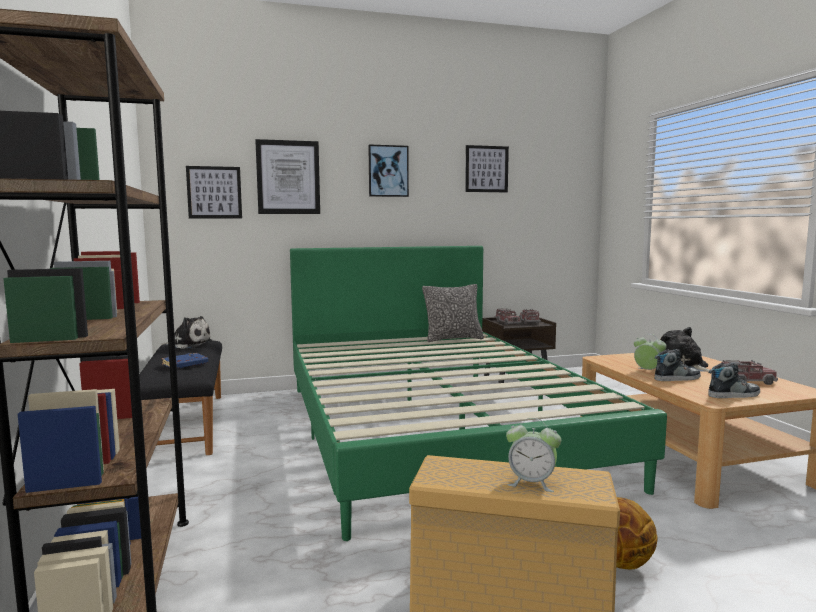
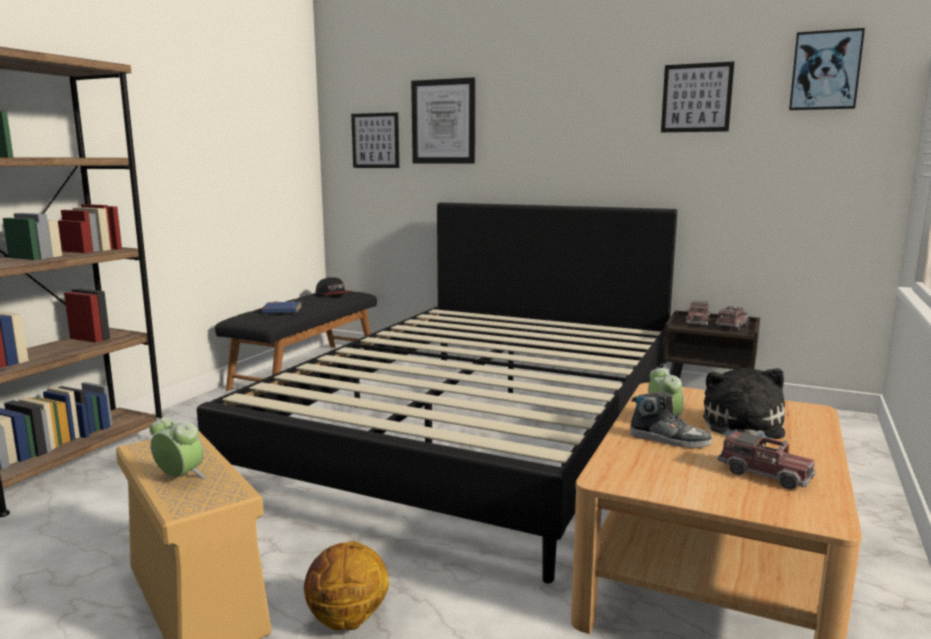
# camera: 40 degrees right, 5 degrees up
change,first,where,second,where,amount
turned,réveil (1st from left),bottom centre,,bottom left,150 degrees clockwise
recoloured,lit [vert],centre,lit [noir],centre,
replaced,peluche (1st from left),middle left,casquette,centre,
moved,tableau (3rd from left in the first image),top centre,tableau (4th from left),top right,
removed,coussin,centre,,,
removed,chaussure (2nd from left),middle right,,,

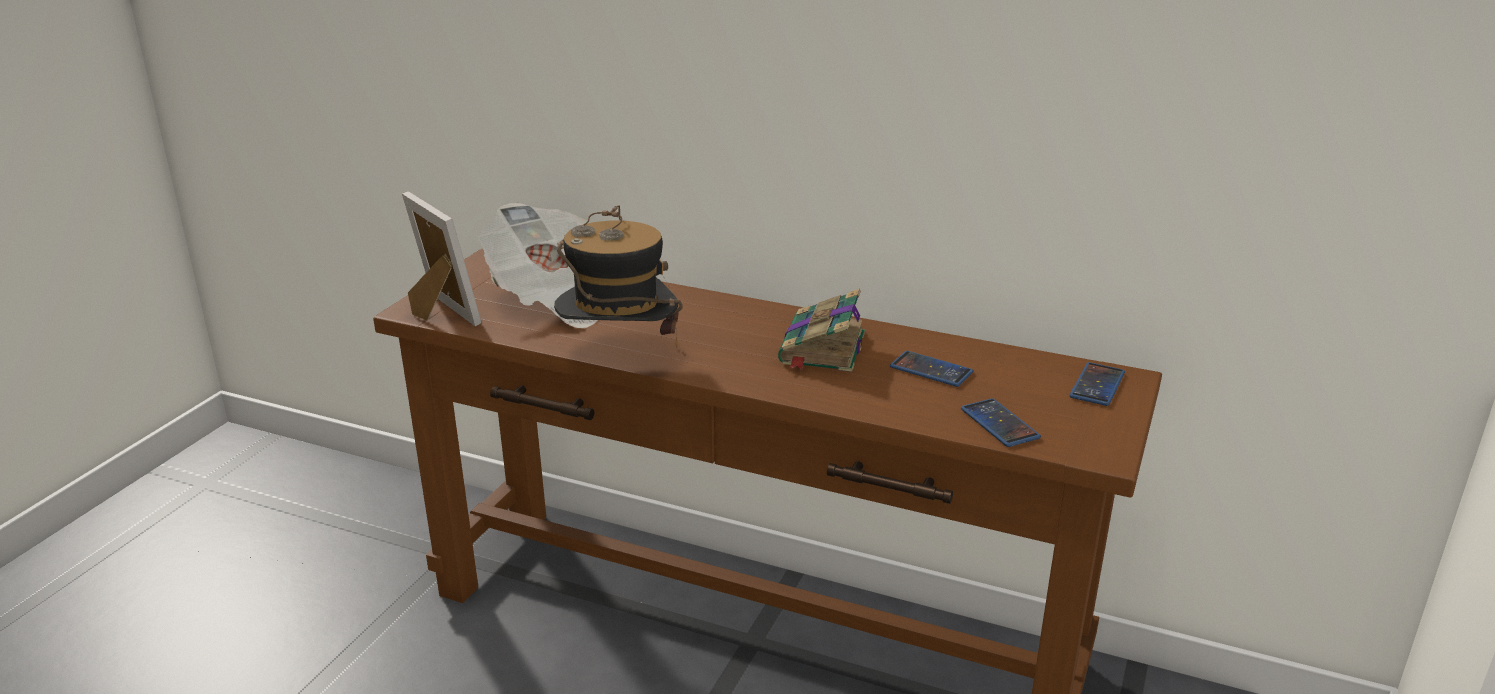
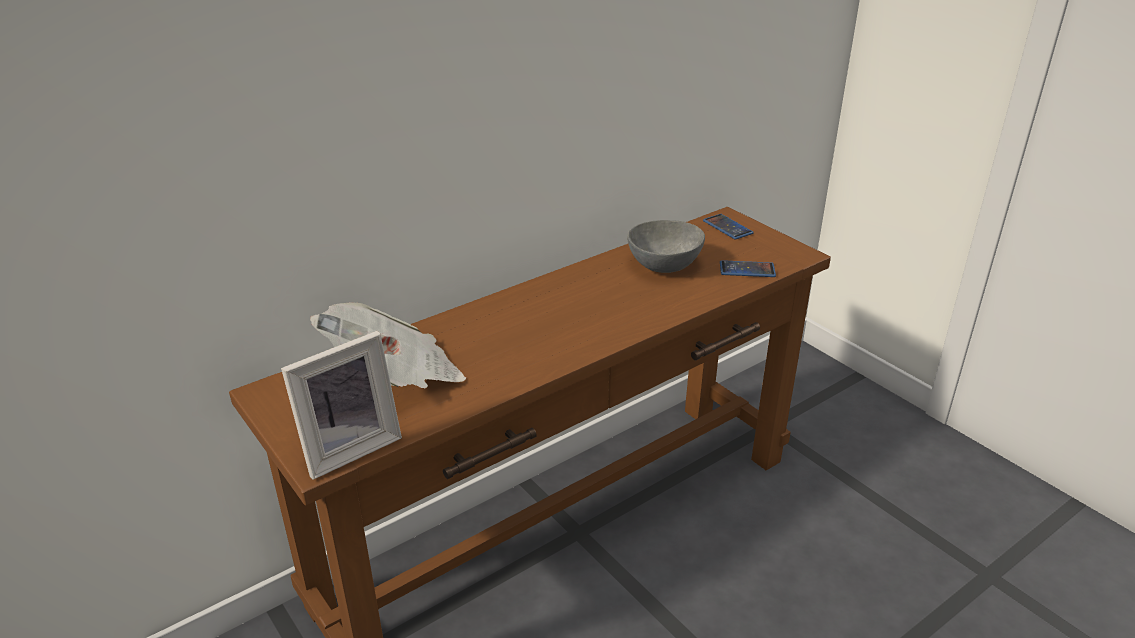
# camera: 60 degrees left, 5 degrees up
change,first,where,second,where,amount
turned,cadre photo,middle left,,middle left,150 degrees clockwise
replaced,téléphone (1st from left),centre,bol [gris],centre,
removed,chapeau,centre,,,
removed,livre,centre,,,

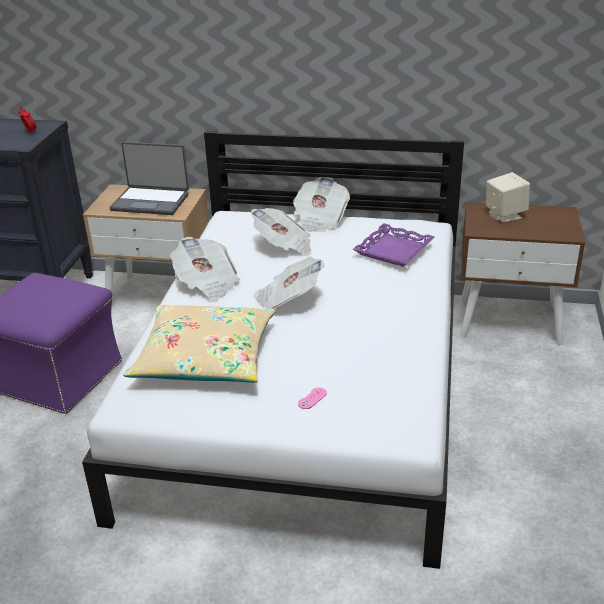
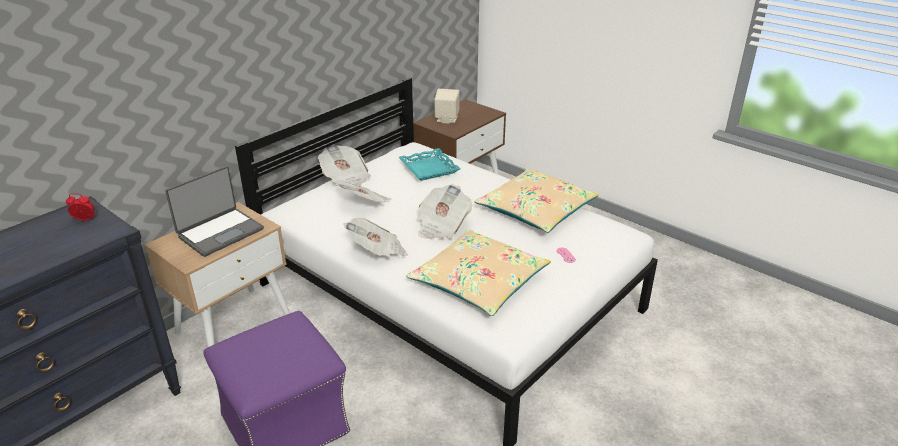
# camera: 60 degrees left, 0 degrees up
change,first,where,second,where,amount
recoloured,plateau [violet],centre,plateau [turquoise],centre,
added,,,coussin [beige] (2nd from left),centre,

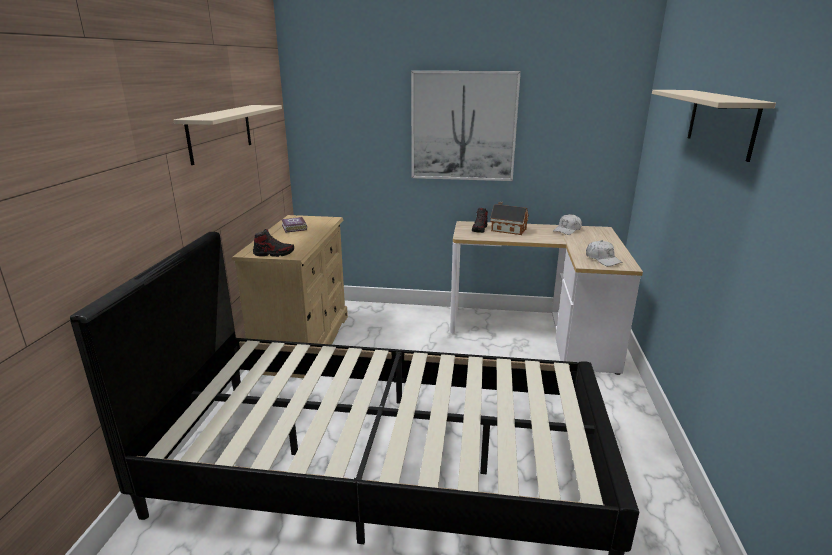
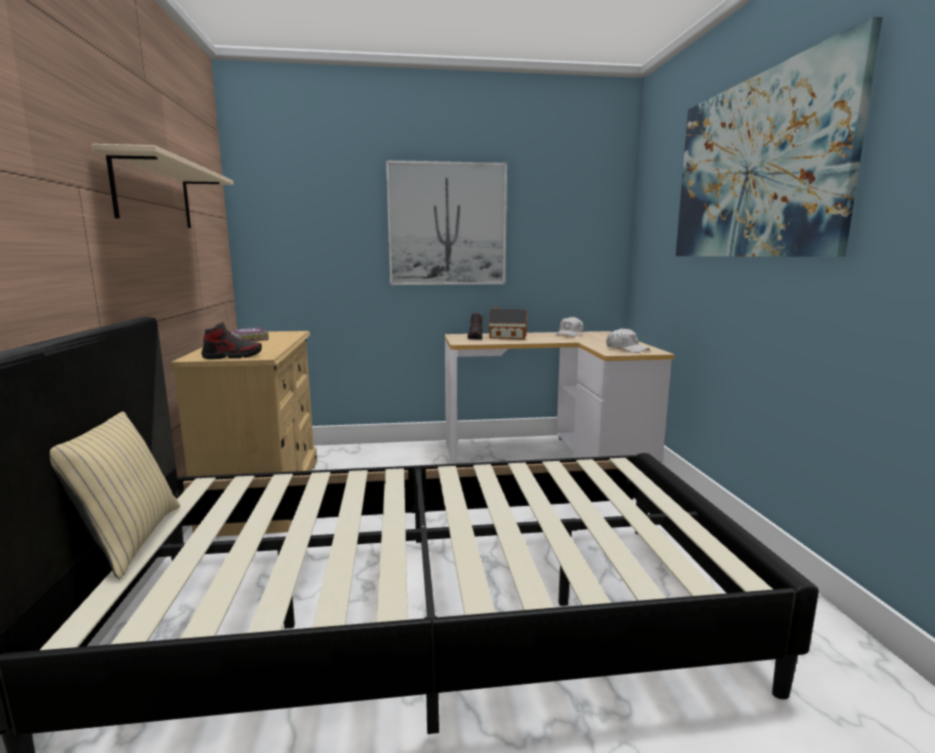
# camera: 15 degrees left, 10 degrees down
change,first,where,second,where,amount
added,,,coussin [beige],middle left,
replaced,étagère [beige] (2nd from left),top right,tableau (2nd from left),top right,

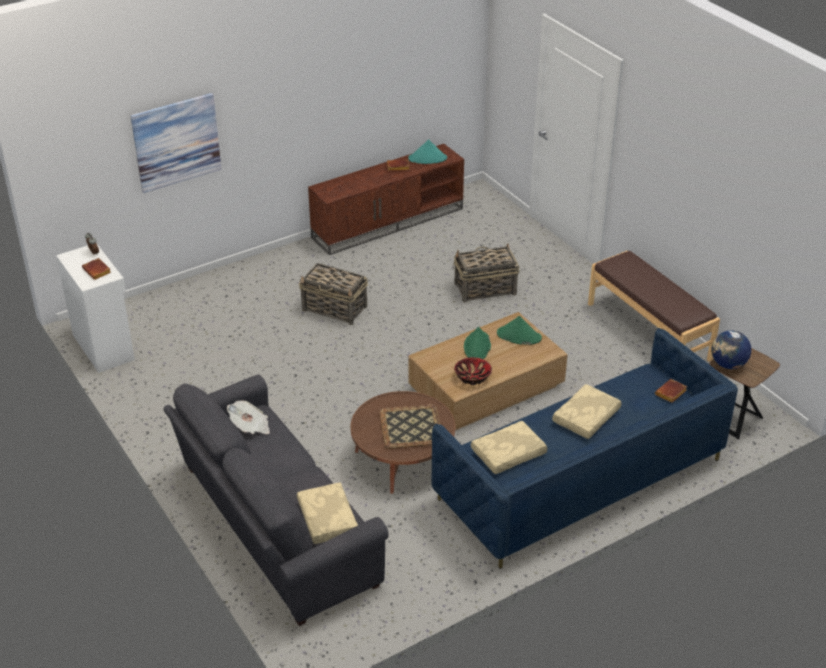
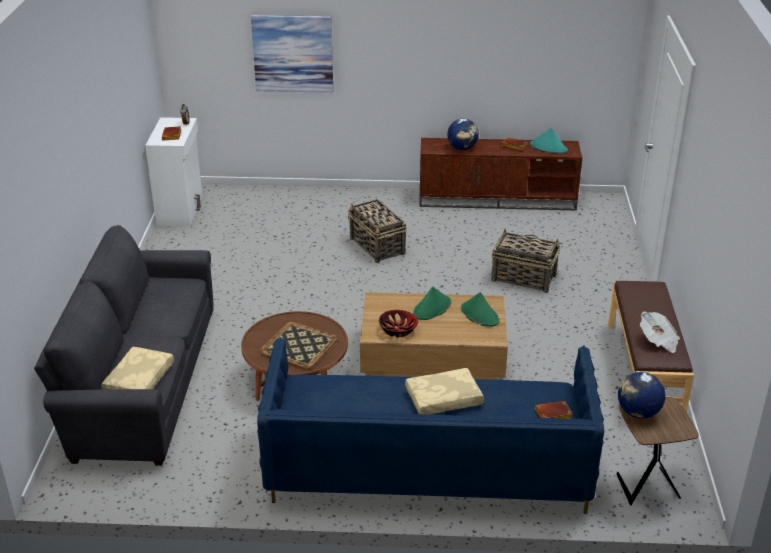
# camera: 35 degrees right, 5 degrees down
change,first,where,second,where,amount
added,,,globe (1st from left),top centre,
moved,journal,middle left,,middle right,
removed,coussin [beige] (2nd from left),bottom centre,,,

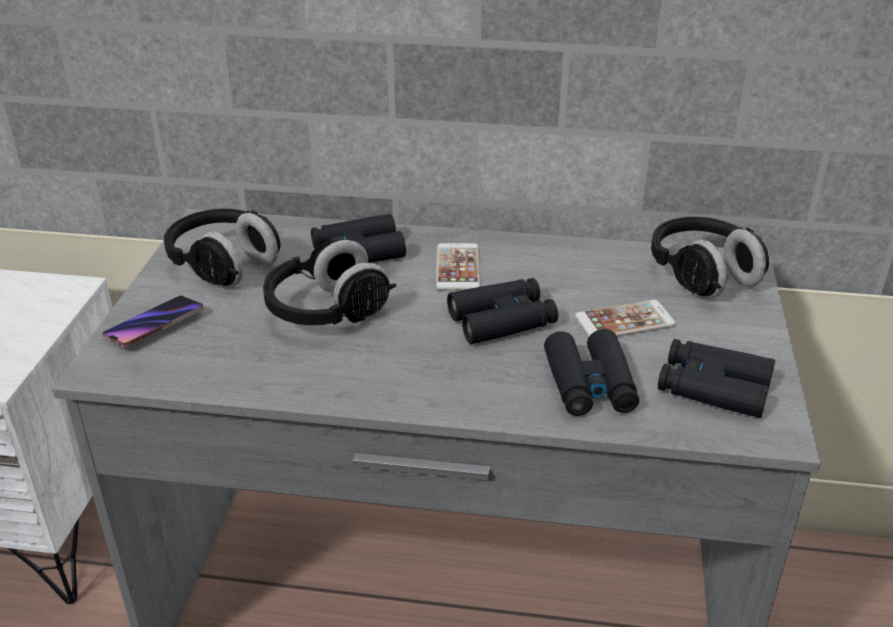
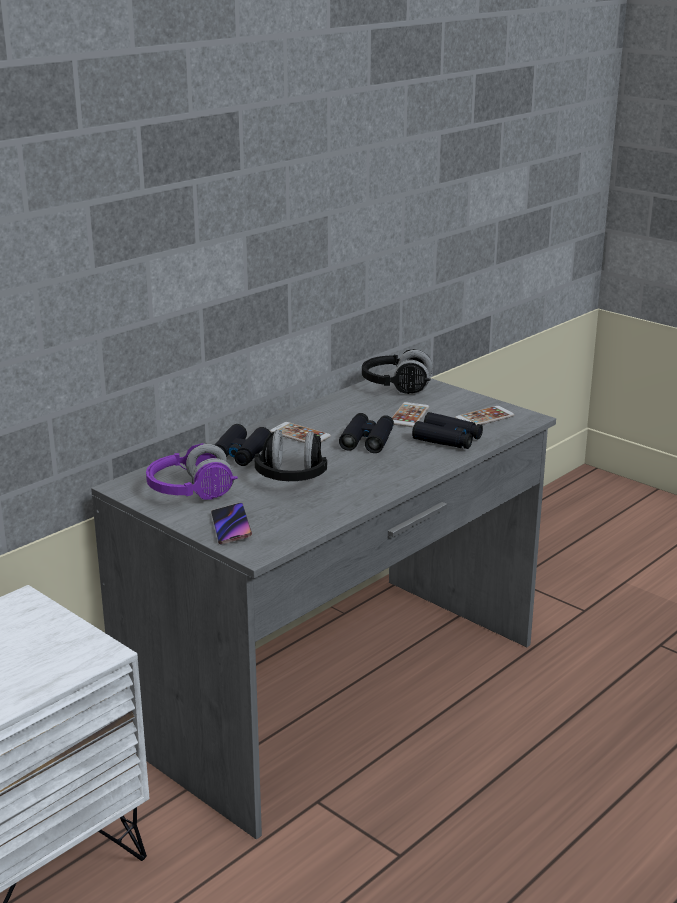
# camera: 55 degrees left, 10 degrees down
change,first,where,second,where,amount
recoloured,casque audio [noir] (1st from left),middle left,casque audio [violet],middle left,
replaced,jumelles [noir] (4th from left),middle right,téléphone (4th from left),middle right,

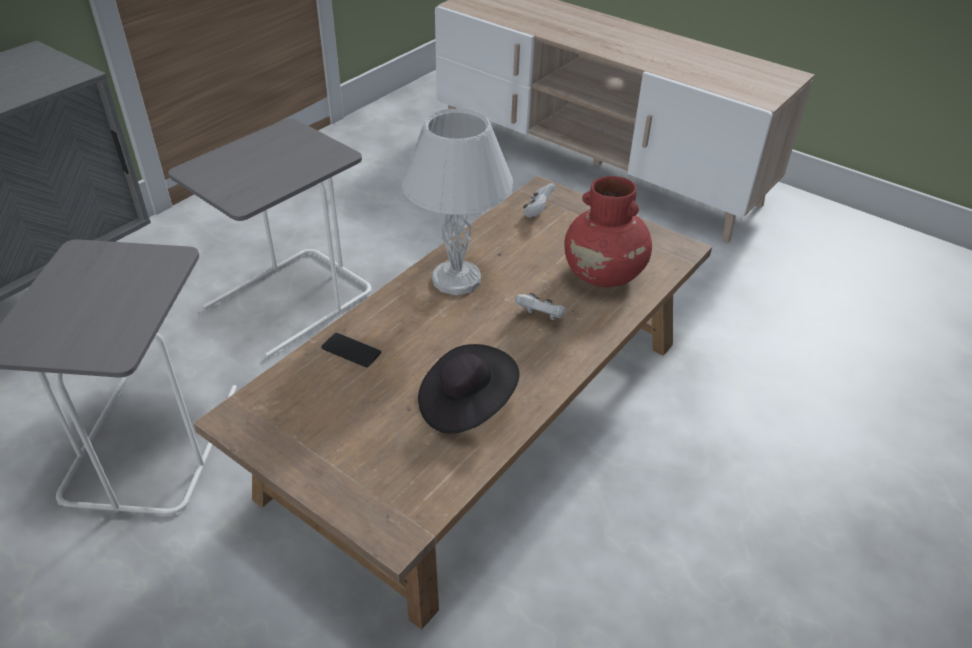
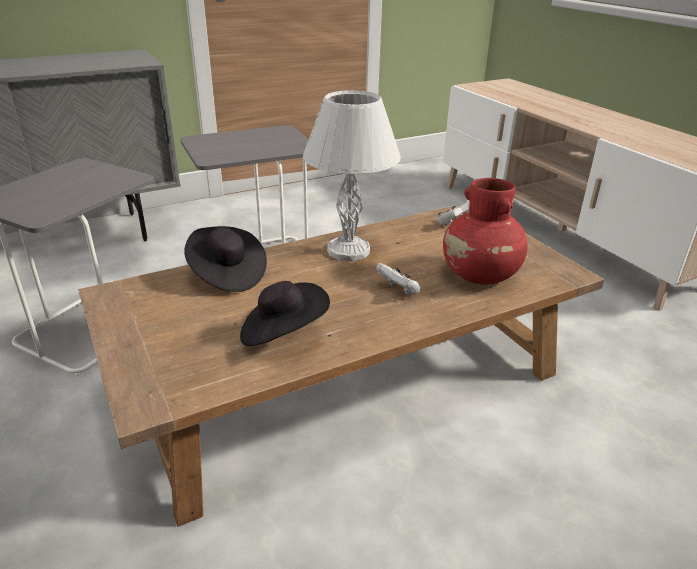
# camera: 25 degrees right, 10 degrees down
change,first,where,second,where,amount
replaced,téléphone,centre,chapeau [noir] (1st from left),middle left,

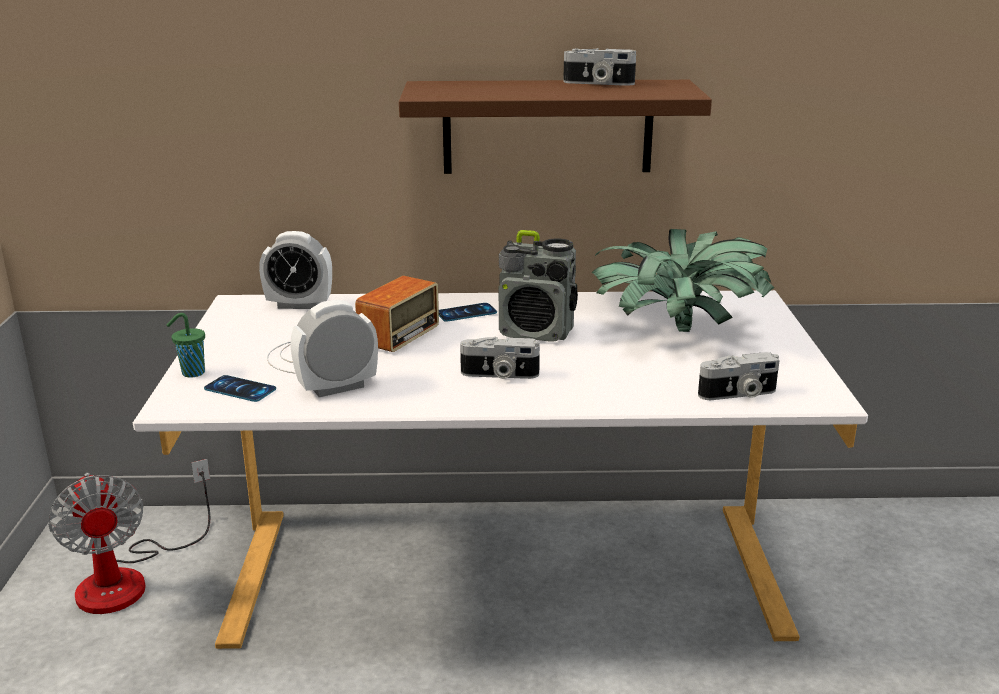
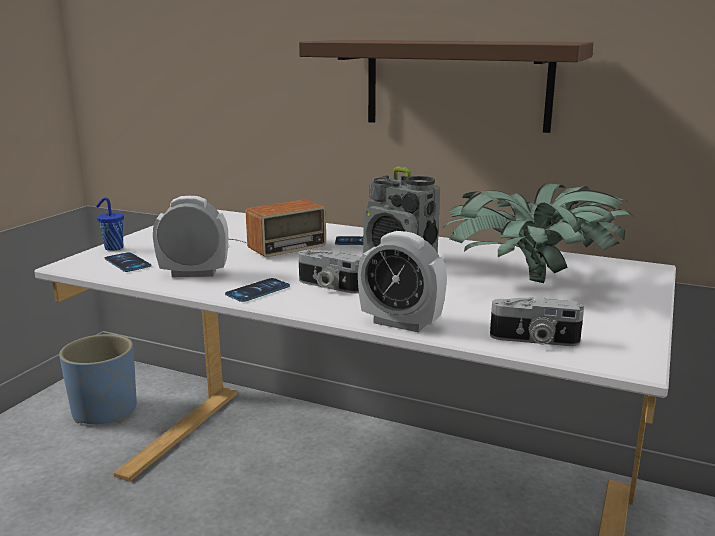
# camera: 25 degrees right, 5 degrees down
change,first,where,second,where,amount
replaced,ventilateur,bottom left,cache-pot [bleu],bottom left,
recoloured,tasse [vert],middle left,tasse [bleu],middle left,
added,,,téléphone (2nd from left),centre,
moved,réveil (1st from left in the first image),middle left,réveil (2nd from left),centre,
removed,appareil photo (2nd from left),top centre,,,

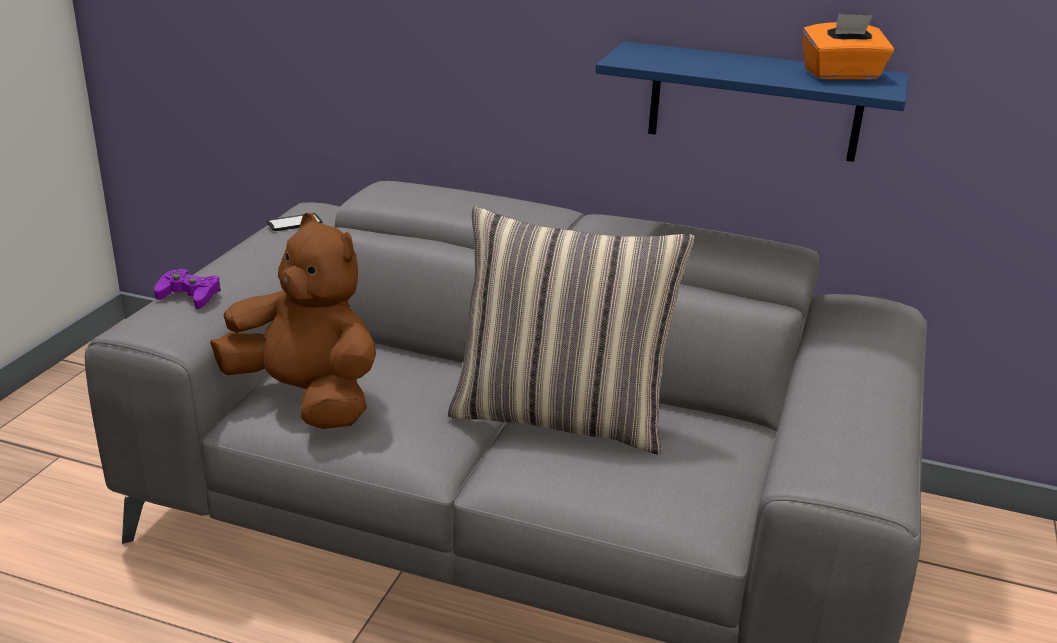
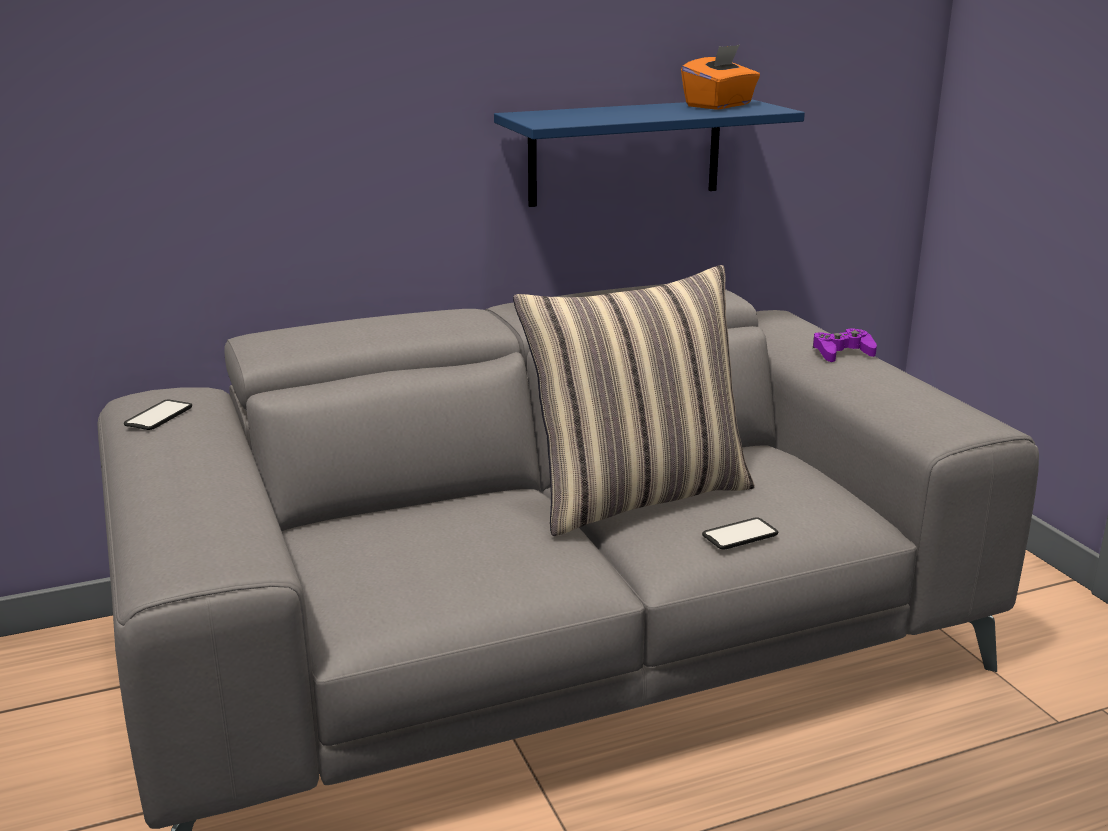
# camera: 40 degrees left, 5 degrees down
change,first,where,second,where,amount
added,,,téléphone (2nd from left),middle right,
moved,manette [violet],middle left,,middle right,
removed,peluche [marron],middle left,,,

